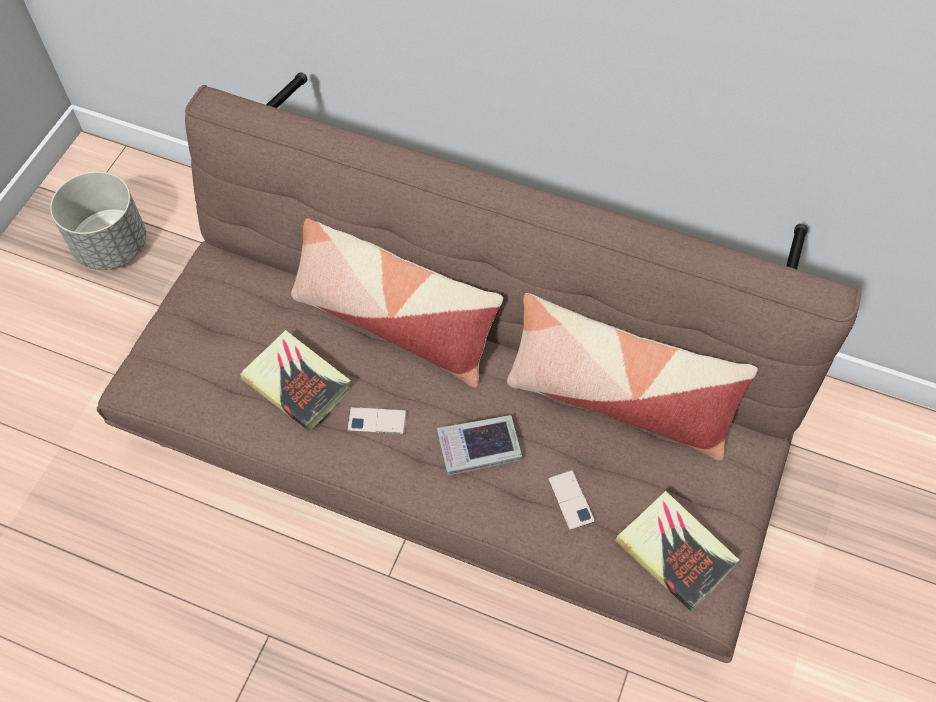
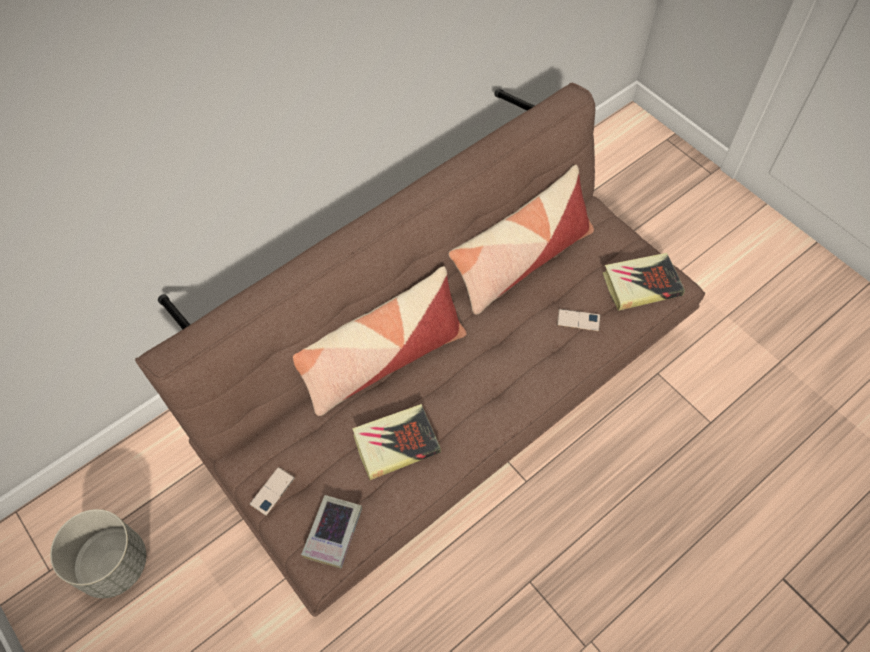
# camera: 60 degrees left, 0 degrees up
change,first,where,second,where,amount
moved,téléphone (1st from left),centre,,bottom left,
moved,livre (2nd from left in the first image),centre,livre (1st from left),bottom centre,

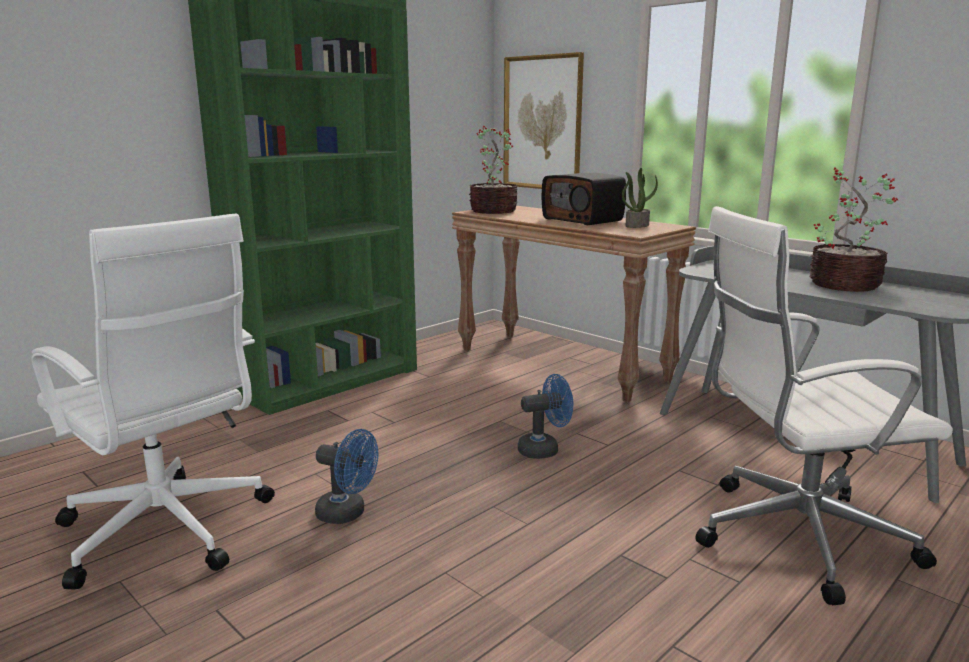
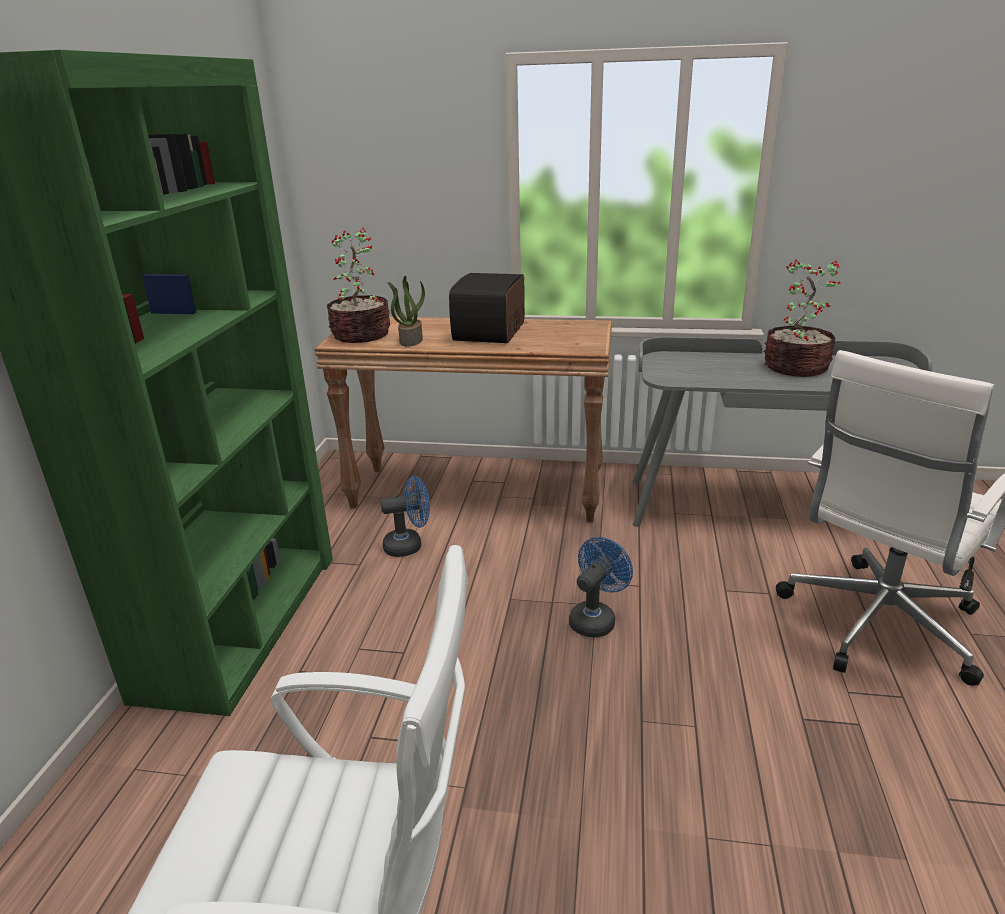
# camera: 35 degrees left, 10 degrees up
change,first,where,second,where,amount
moved,ventilateur [bleu] (1st from left),bottom centre,,centre,
moved,plante en pot (2nd from left),top centre,,centre,
turned,radio,top centre,,centre,90 degrees clockwise
removed,tableau,top centre,,,

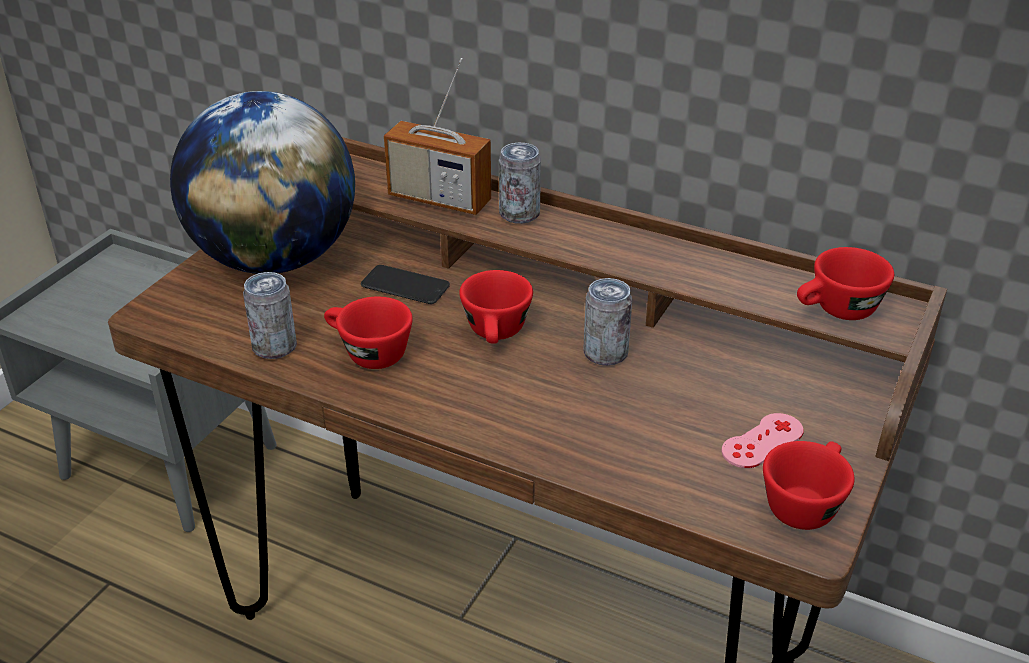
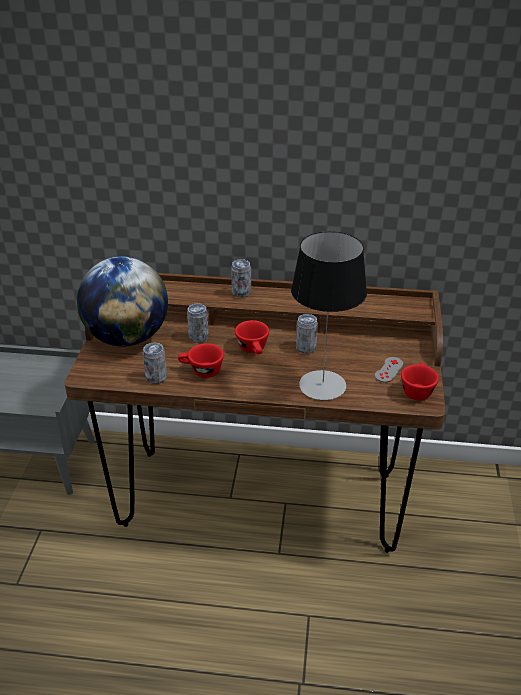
# camera: 20 degrees left, 0 degrees up
change,first,where,second,where,amount
replaced,téléphone,centre,boîte métallique (2nd from left),centre,
added,,,lampe de table,centre,
recoloured,manette [rose],middle right,manette [gris],middle right,
removed,radio,top centre,,,
removed,tasse [rouge] (4th from left),middle right,,,

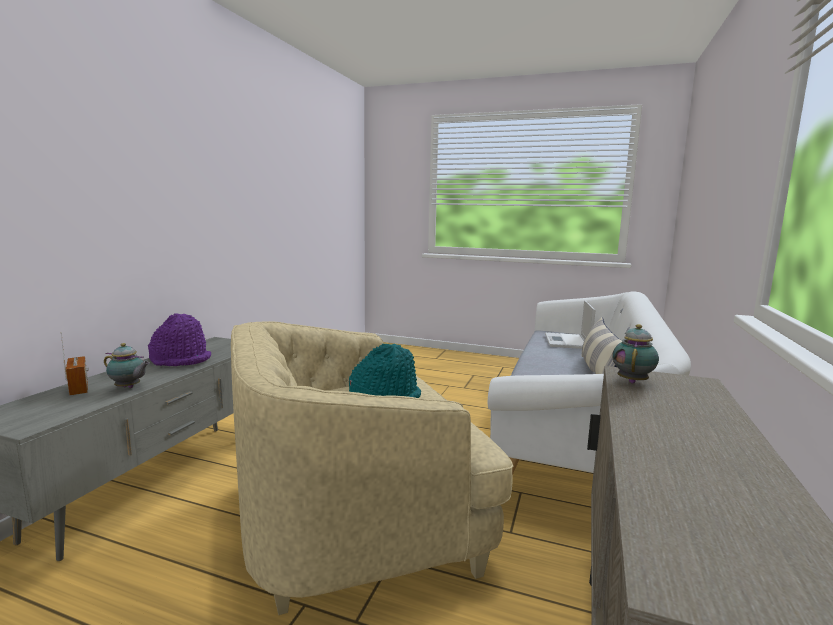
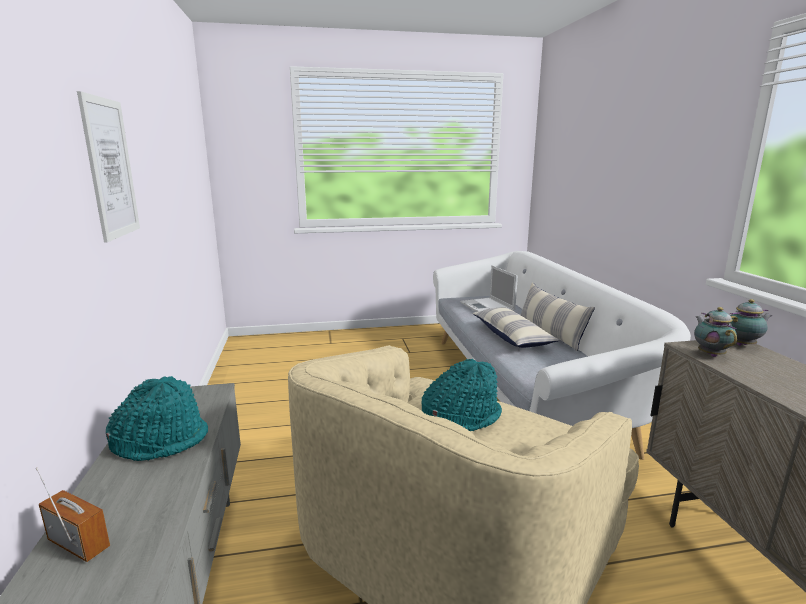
# camera: 30 degrees left, 5 degrees up
change,first,where,second,where,amount
added,,,tableau,top left,
recoloured,chapeau [violet],middle left,chapeau [turquoise] (1st from left),bottom left,
added,,,coussin (1st from left),centre,
moved,théière (1st from left in the first image),middle left,théière (2nd from left),middle right,

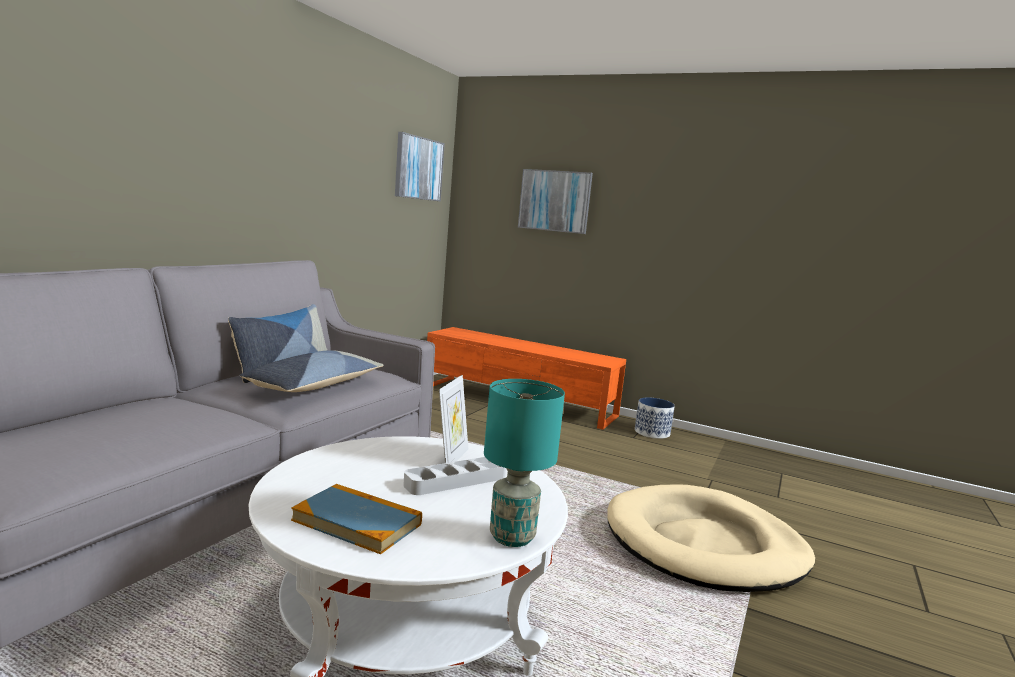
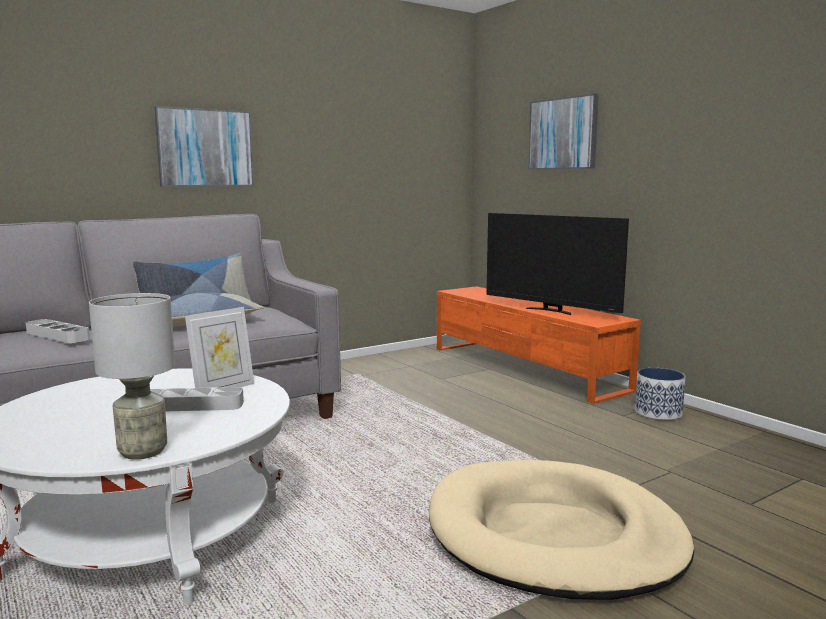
# camera: 30 degrees right, 0 degrees up
change,first,where,second,where,amount
added,,,plateau [gris] (1st from left),middle left,
recoloured,lampe de table [turquoise],bottom centre,lampe de table [gris],middle left,
moved,tableau (1st from left),top centre,,top left,
added,,,téléviseur,middle right,
removed,livre,bottom centre,,,

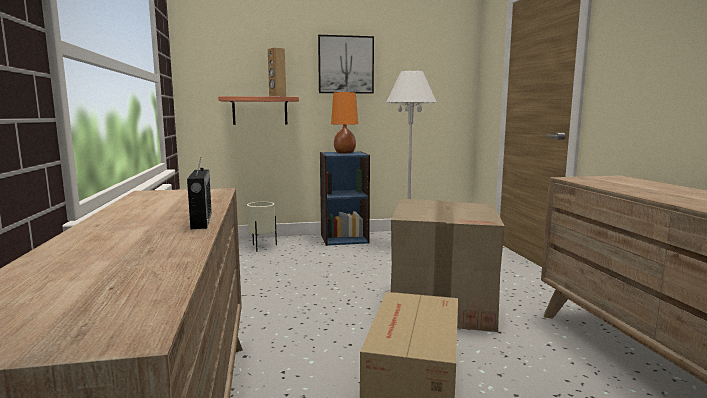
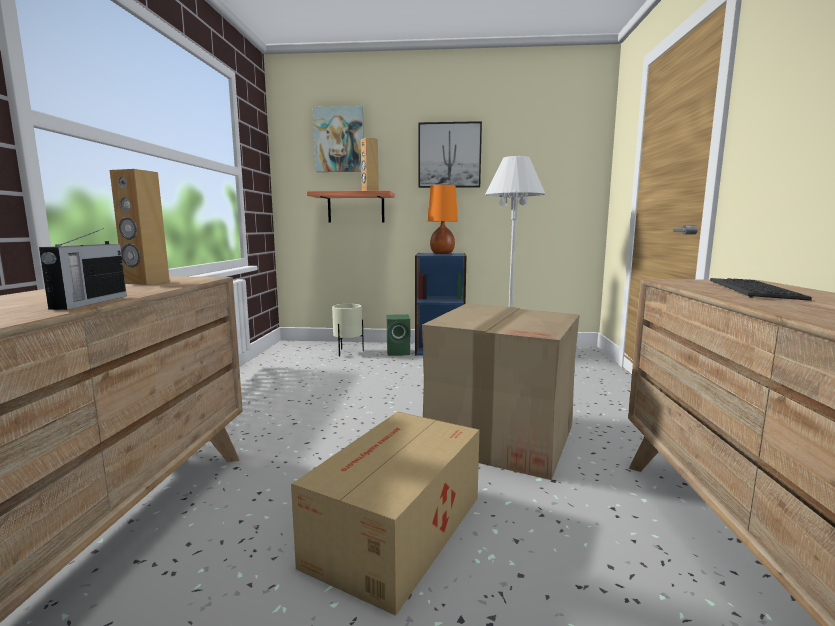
# camera: 15 degrees right, 0 degrees up
change,first,where,second,where,amount
added,,,enceinte [marron] (1st from left),middle left,
added,,,tableau (1st from left),top centre,
added,,,enceinte [vert],centre,
added,,,clavier,middle right,

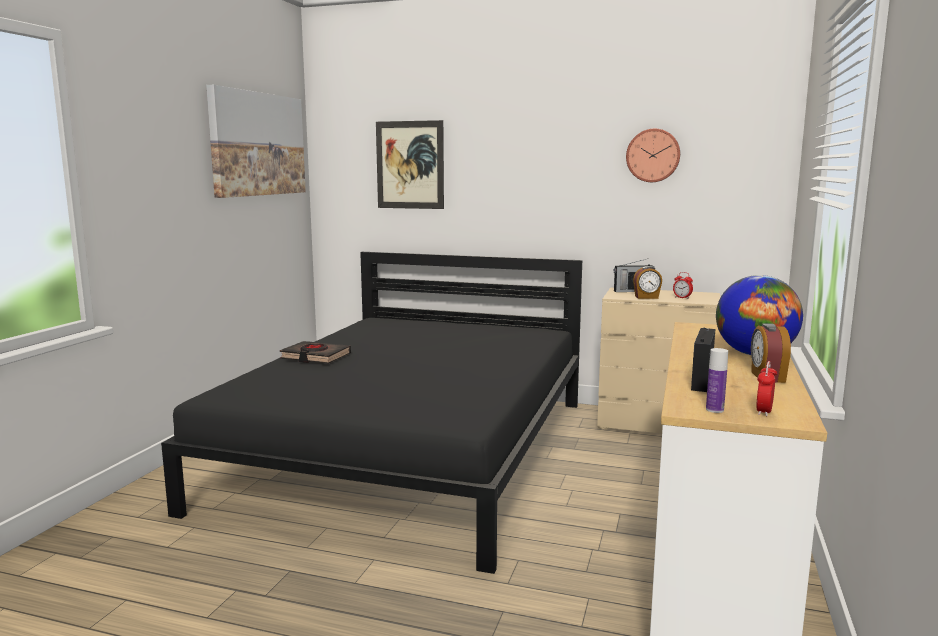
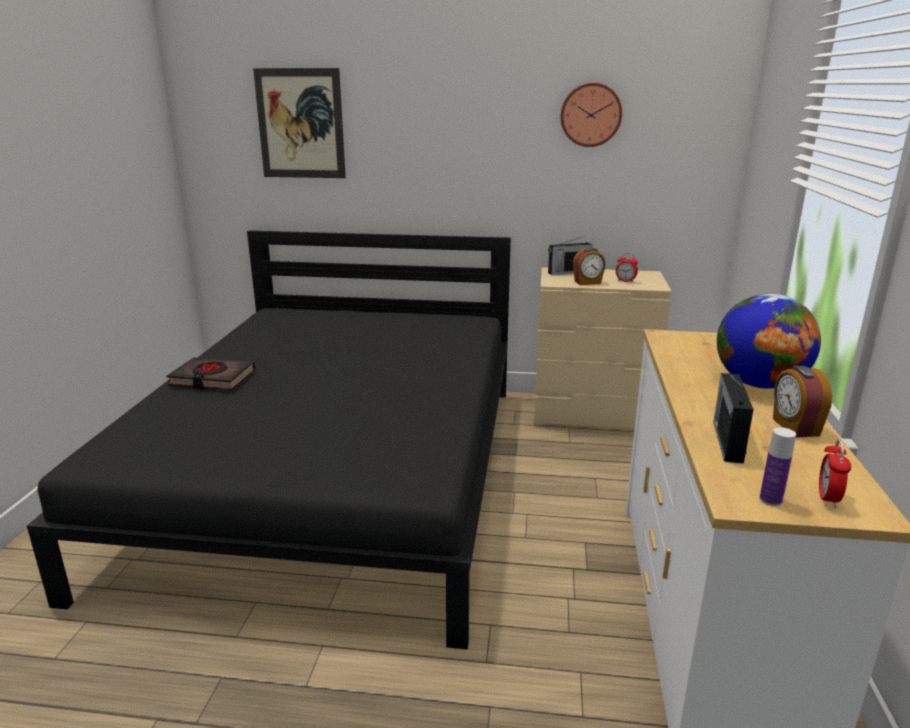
# camera: 10 degrees left, 10 degrees up
change,first,where,second,where,amount
removed,tableau (1st from left),top left,,,

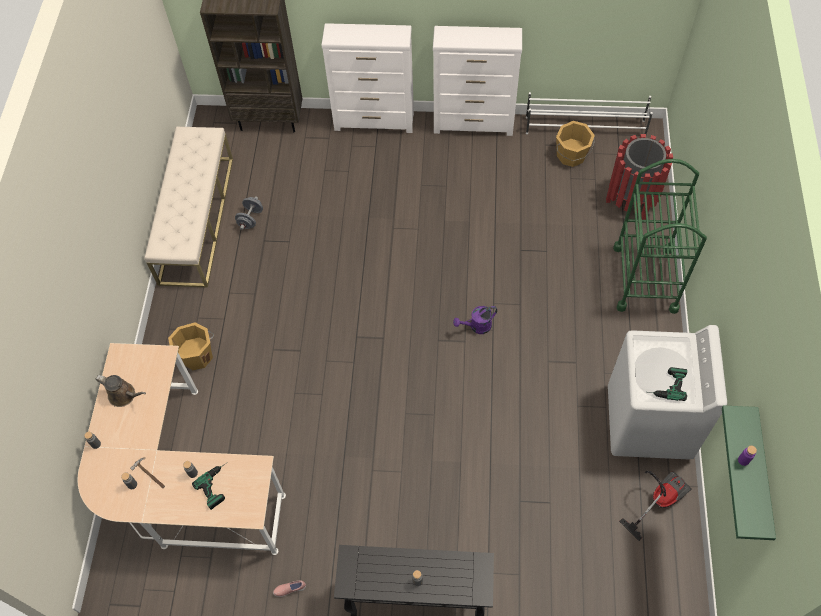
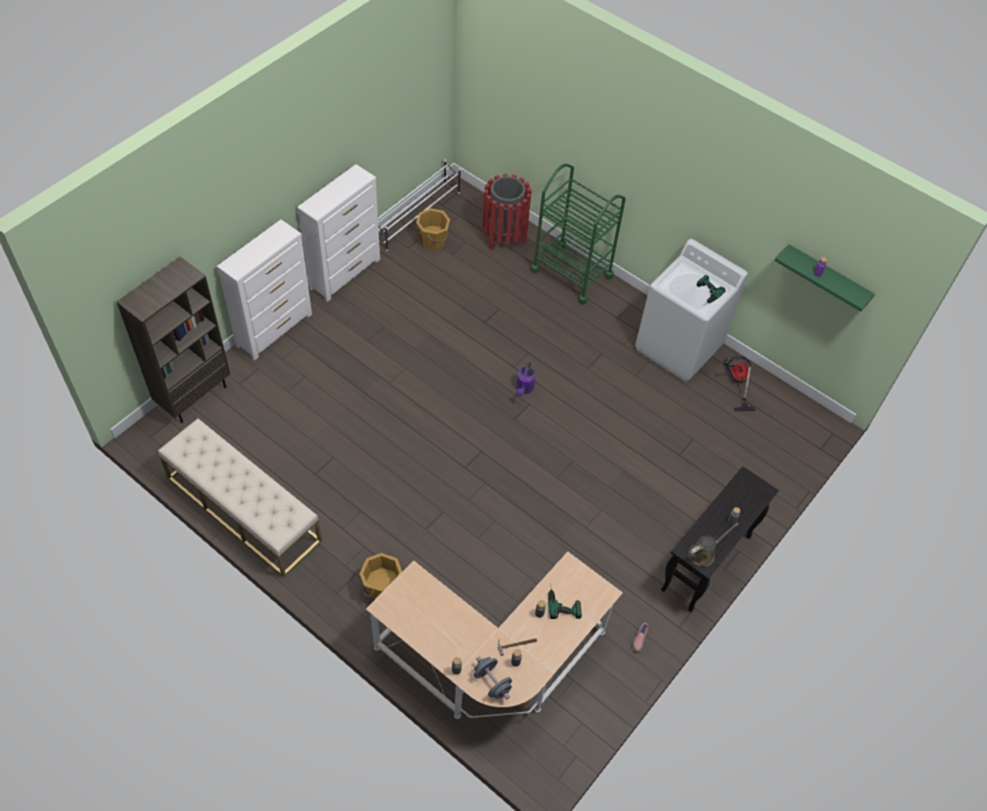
# camera: 60 degrees left, 5 degrees down
change,first,where,second,where,amount
moved,haltère [gris],middle left,,bottom centre,
moved,arrosoir [marron],middle left,,bottom right,

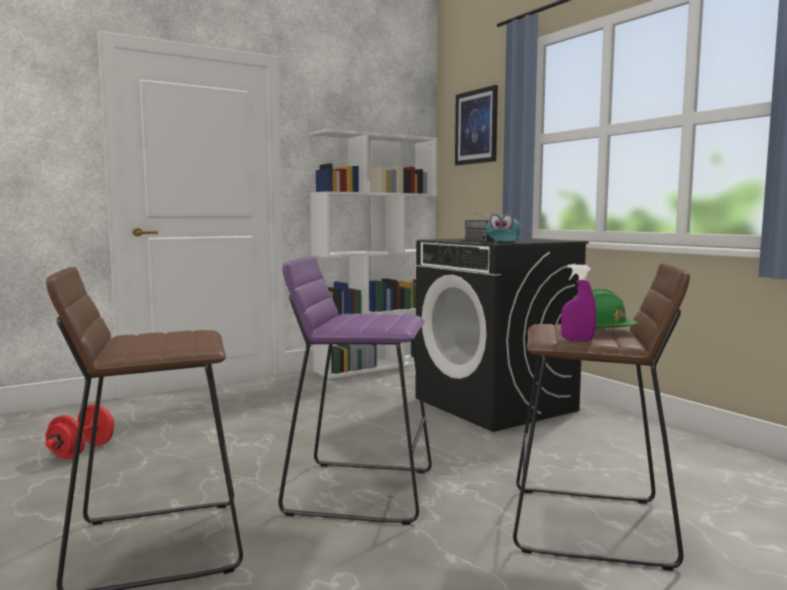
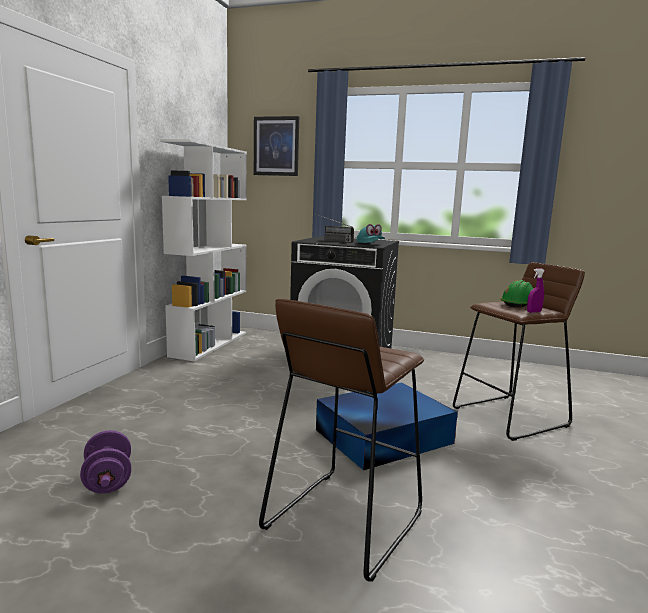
# camera: 40 degrees left, 5 degrees up
change,first,where,second,where,amount
recoloured,haltère [rouge],bottom left,haltère [violet],bottom left,
replaced,tabouret [violet],centre,boîte de rangement [bleu],bottom centre,

